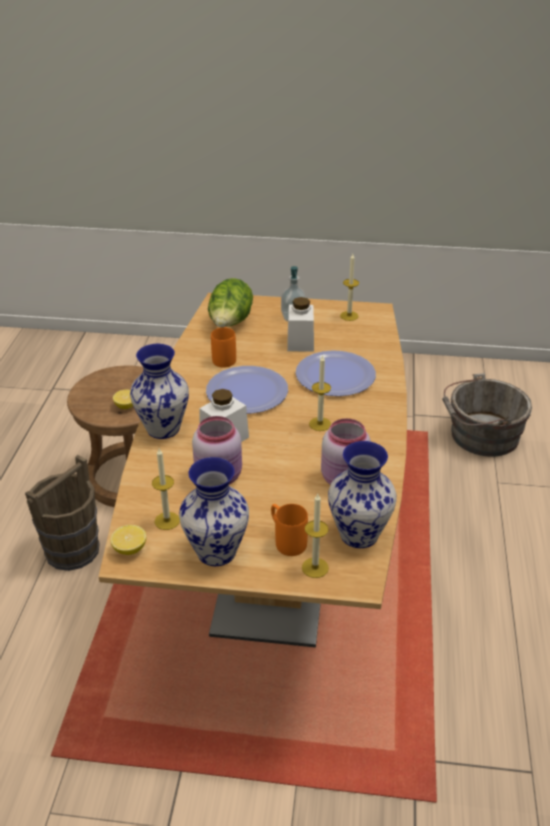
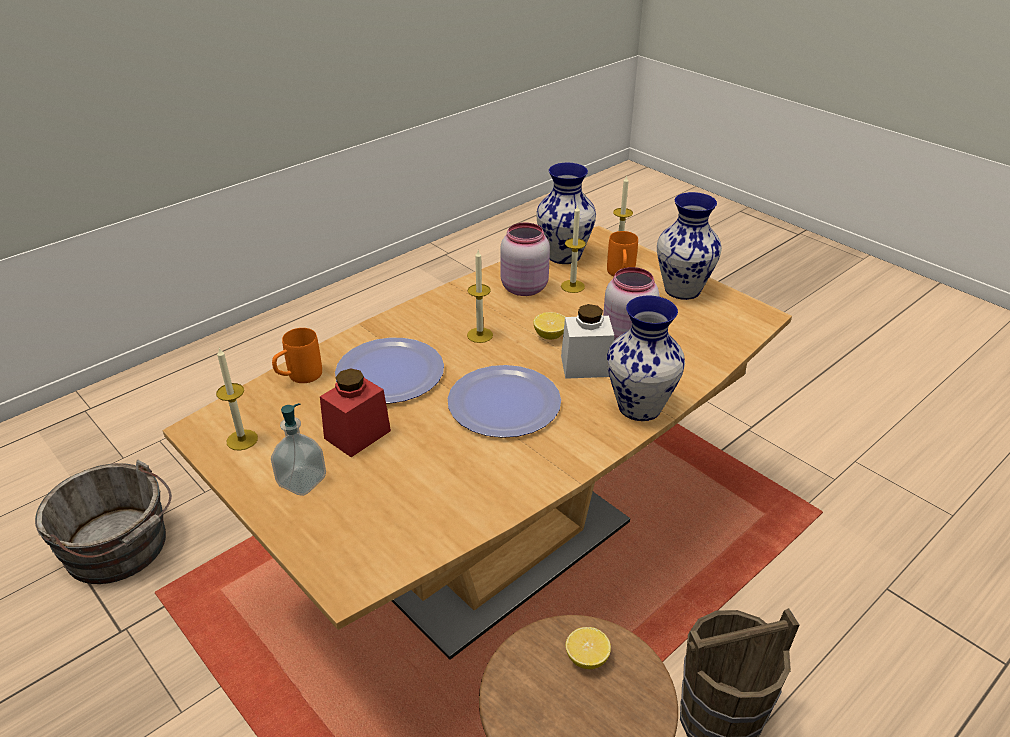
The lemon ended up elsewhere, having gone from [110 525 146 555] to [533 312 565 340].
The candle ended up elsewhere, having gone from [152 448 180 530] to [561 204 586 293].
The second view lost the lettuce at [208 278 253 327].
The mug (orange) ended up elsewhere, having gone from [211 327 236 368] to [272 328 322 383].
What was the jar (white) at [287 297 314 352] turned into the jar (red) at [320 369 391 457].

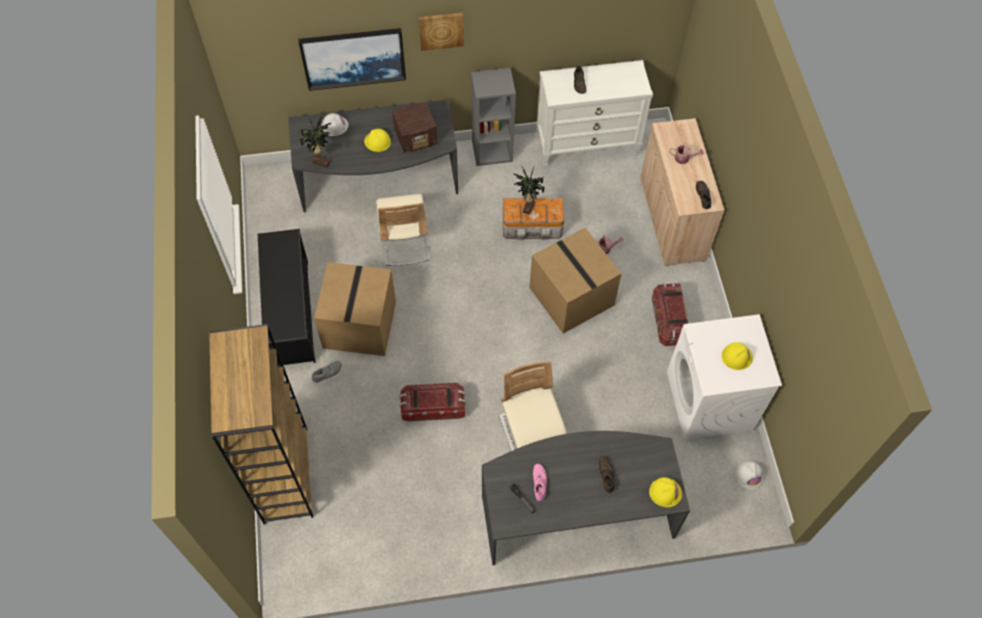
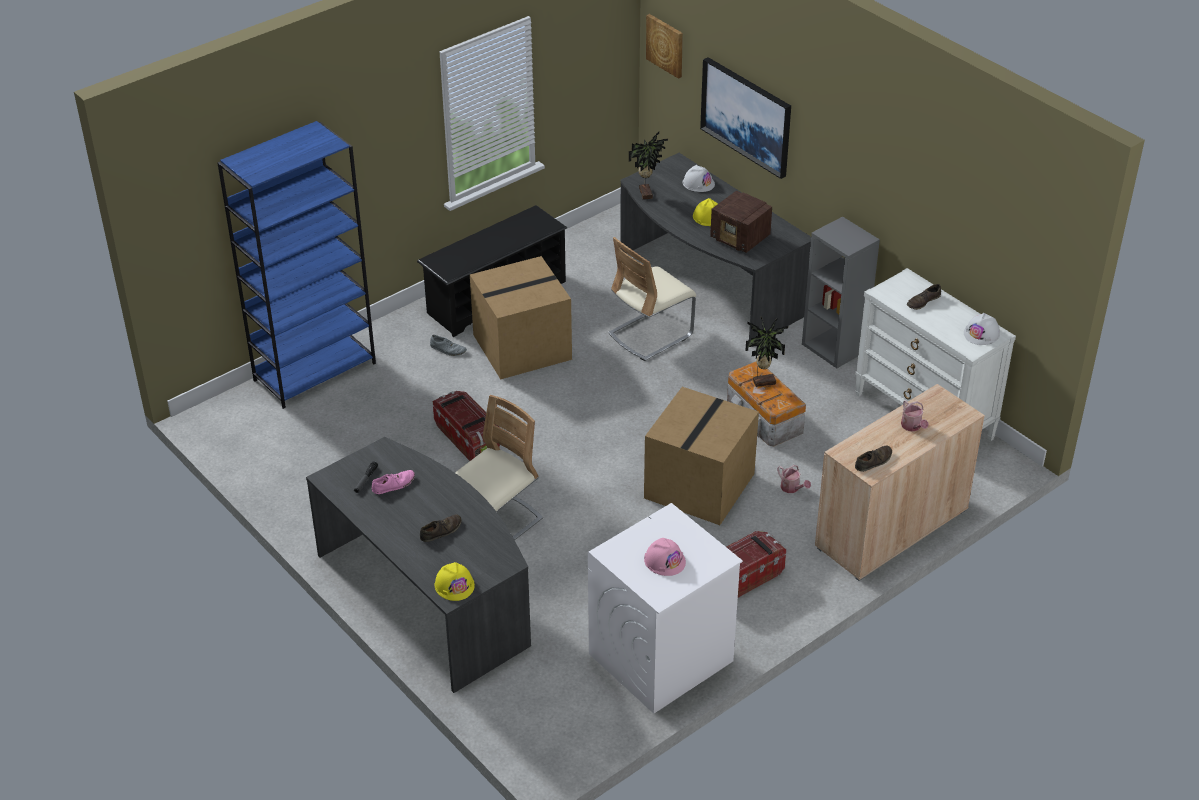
What was the bookcase (brown) at [209 324 313 525] turned into the bookcase (blue) at [218 121 376 409].
The picture ended up elsewhere, having gone from [418 13 464 51] to [646 14 683 79].
What was the hard hat (yellow) at [722 342 753 370] turned into the hard hat (pink) at [644 538 686 576].
The hard hat (white) ended up elsewhere, having gone from [736 461 764 490] to [964 313 1000 345].

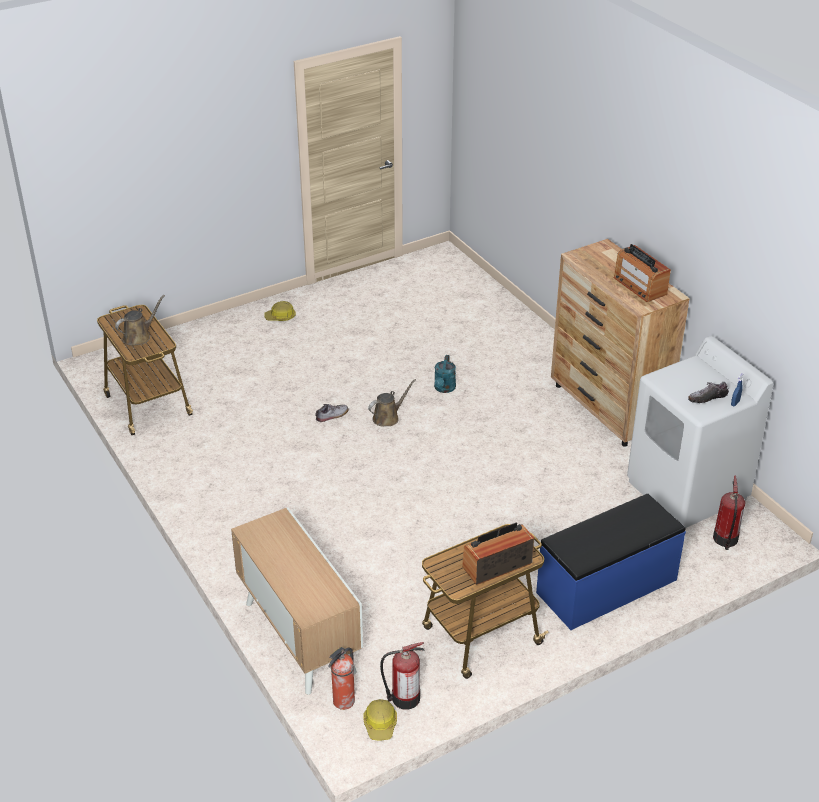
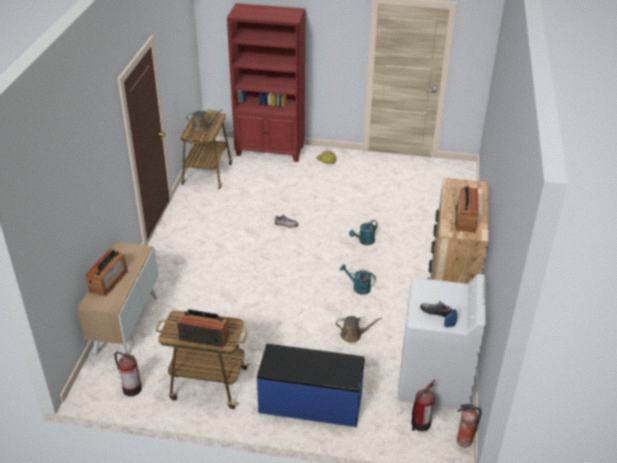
The fire extinguisher ended up elsewhere, having gone from [328 647 355 710] to [457 404 482 447].
The second view lost the hard hat at [363 699 397 741].
The watering can (brown) ended up elsewhere, having gone from [368 379 416 427] to [336 316 382 343].
The second view gained the radio at [85 249 128 296].
The second view gained the bookcase (red) at [227 3 306 162].
The second view gained the watering can (turquoise) at [340 264 376 295].

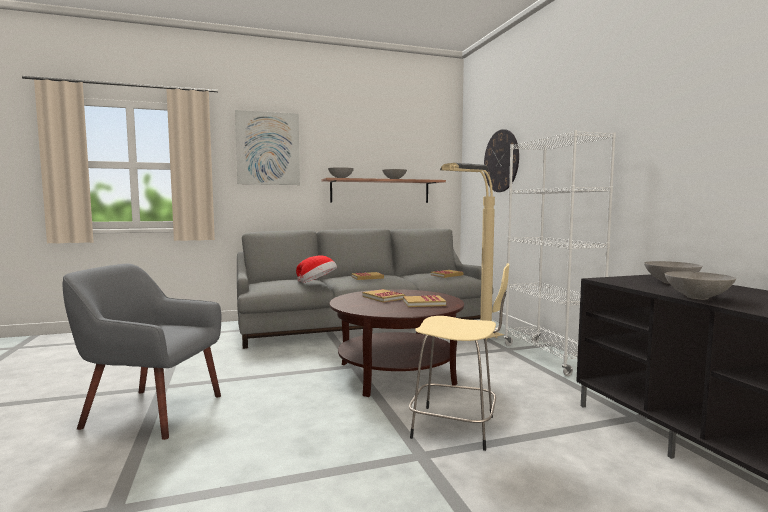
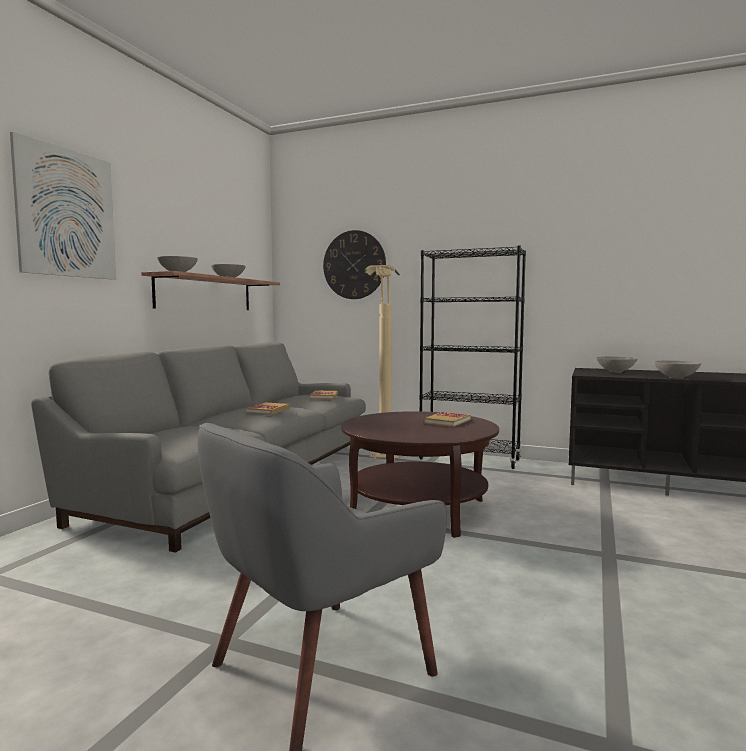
The second view lost the hat at [296 255 337 283].
The second view lost the book at [363 289 406 303].
The second view lost the stool (beige) at [409 263 509 451].
What was the bookcase (white) at [504 130 616 376] turned into the bookcase (black) at [419 246 526 469].

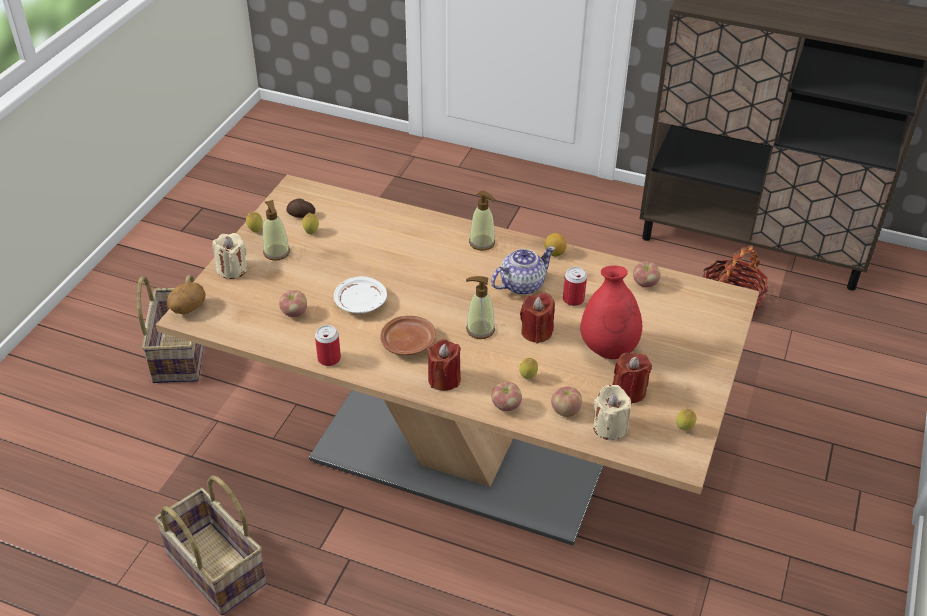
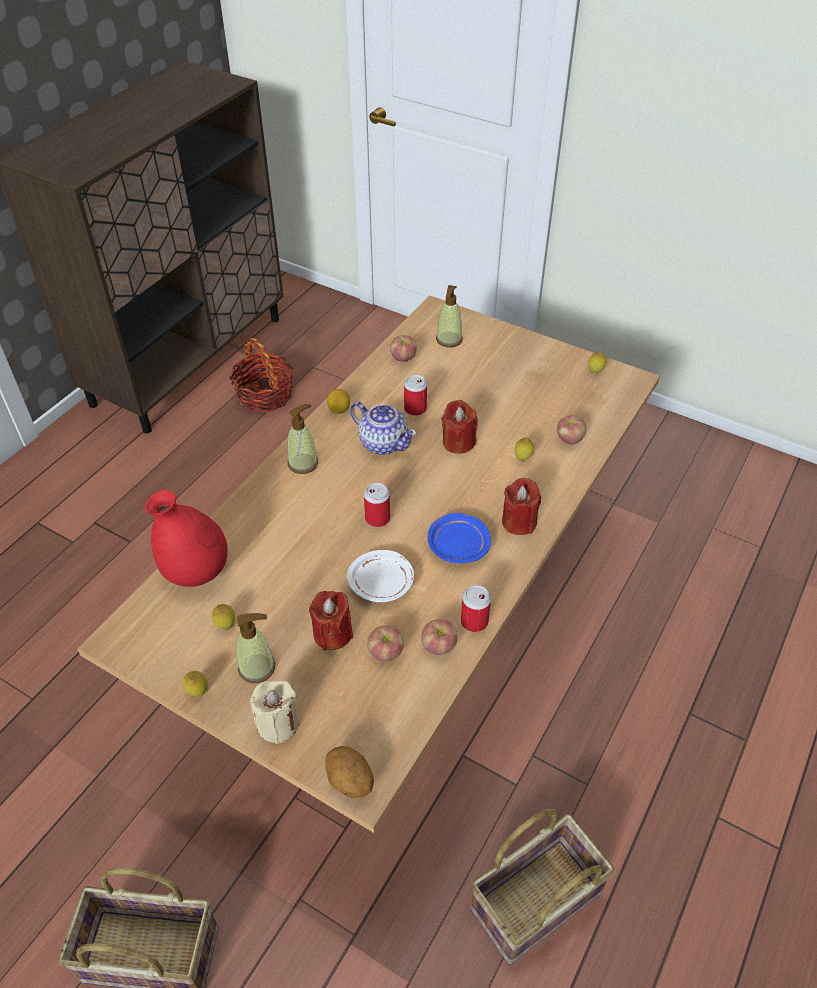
The second view lost the potato at [286 198 315 218].
What was the plate (brown) at [380 316 436 355] turned into the plate (blue) at [428 513 491 563].
The soap dispenser ended up elsewhere, having gone from [466 276 495 339] to [436 285 463 347].
The teapot at [491 246 555 295] ended up facing another way, 150 degrees clockwise from before.
The apple ended up elsewhere, having gone from [491 382 522 411] to [421 619 457 655].
The vase (red) ended up elsewhere, having gone from [580 265 642 359] to [145 490 227 587].
The second view lost the candle (beige) at [593 385 631 440].
The candle (red) ended up elsewhere, having gone from [612 352 652 404] to [309 591 353 651].
The second view gained the can at [364 483 390 527].

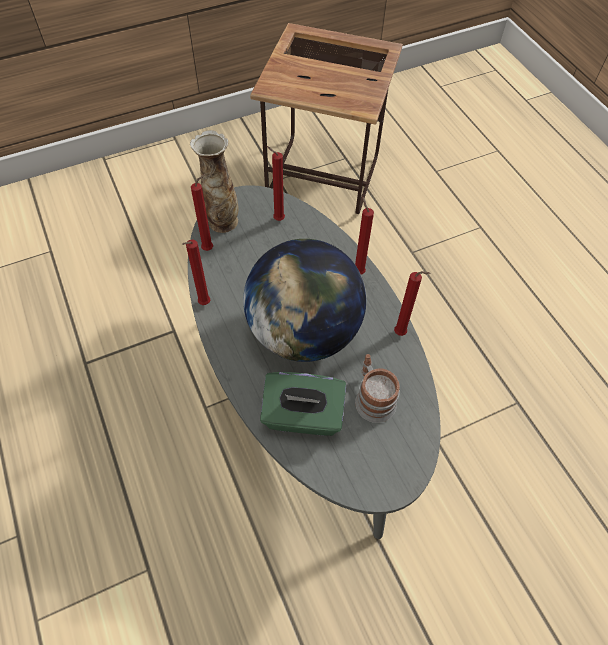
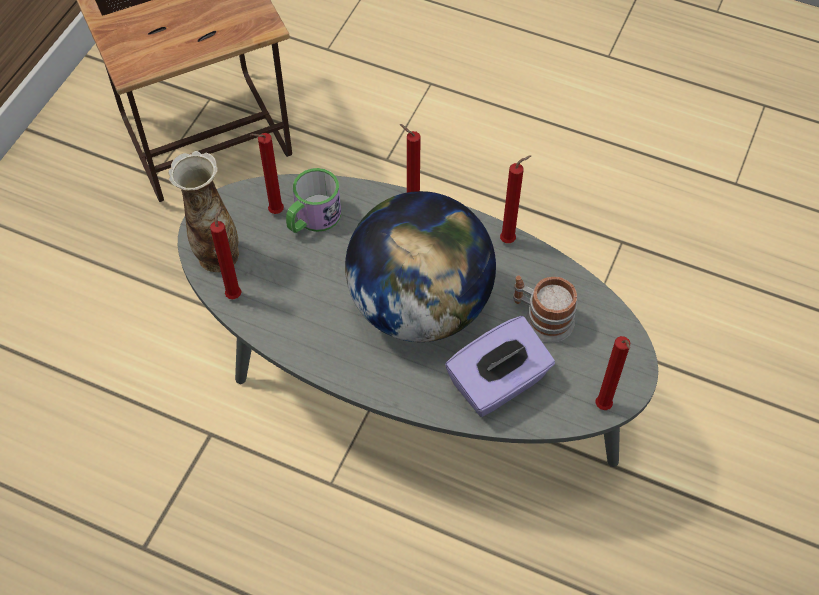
The candle (red) ended up elsewhere, having gone from [182 240 210 305] to [595 336 630 410].
What was the tissue box (green) at [260 372 346 436] turned into the tissue box (purple) at [445 316 555 417].
The second view gained the mug at [286 168 341 233].

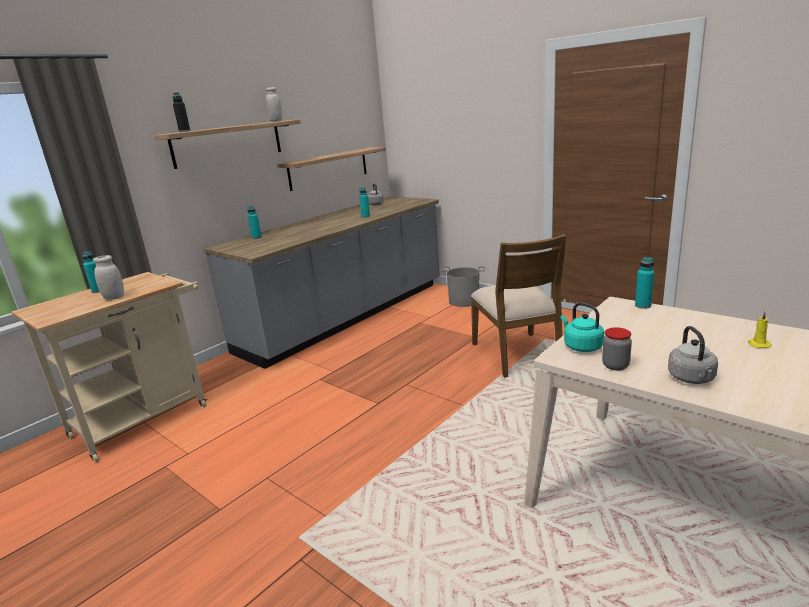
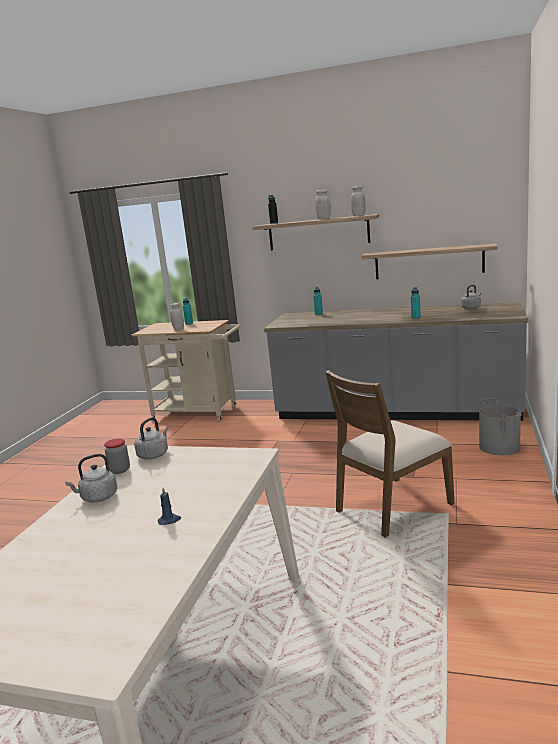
What was the kettle (turquoise) at [561 302 604 352] turned into the kettle (grey) at [134 417 169 460].
The second view lost the bottle (turquoise) at [635 257 654 309].
What was the candle (yellow) at [748 312 772 348] turned into the candle (blue) at [158 488 181 525].
The second view gained the jar (white) at [315 190 331 220].

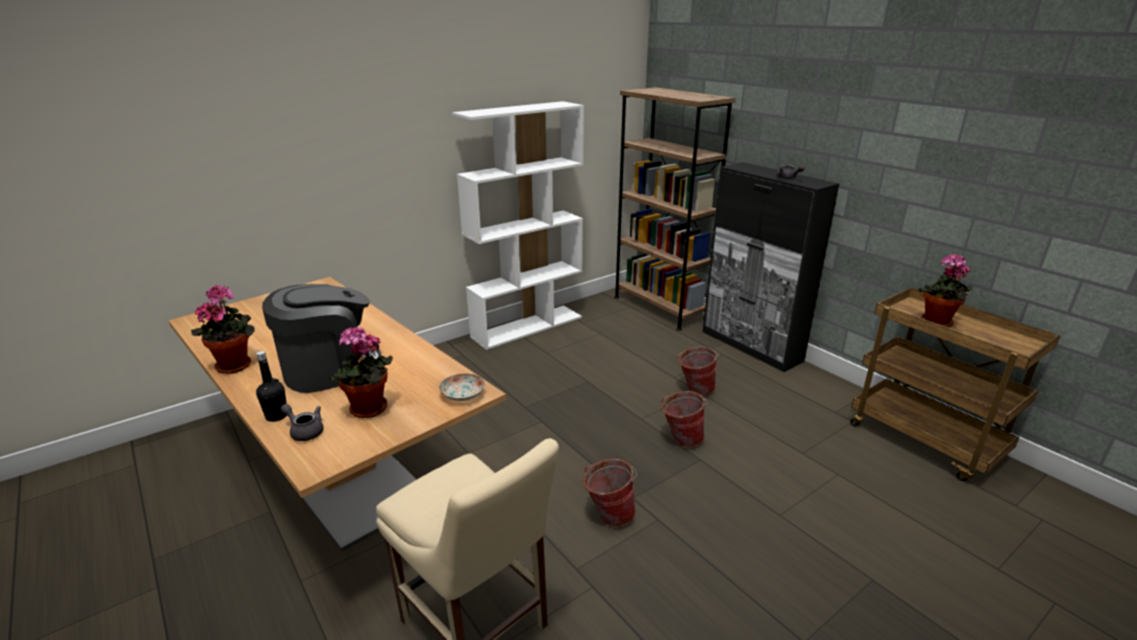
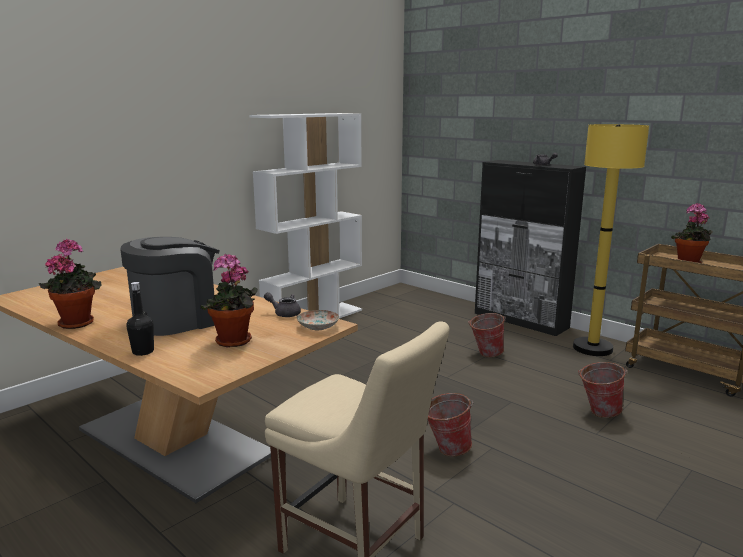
The teapot (grey) ended up elsewhere, having gone from [280 404 324 441] to [264 292 301 317].
The second view lost the bookcase (brown) at [614 87 736 331].
The bucket ended up elsewhere, having gone from [661 391 708 448] to [578 362 627 418].
The second view gained the floor lamp (yellow) at [573 124 649 356].

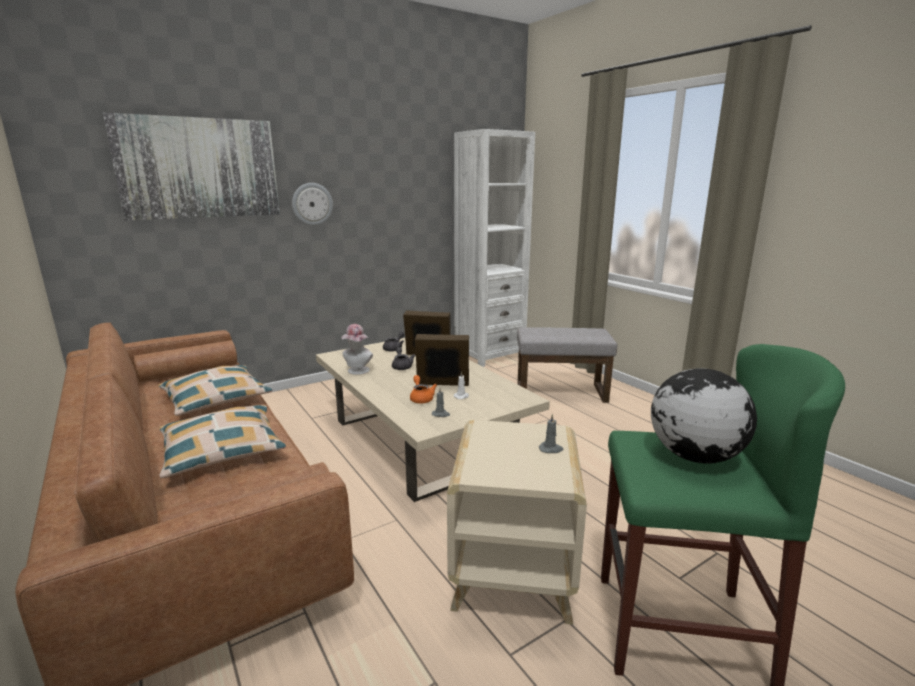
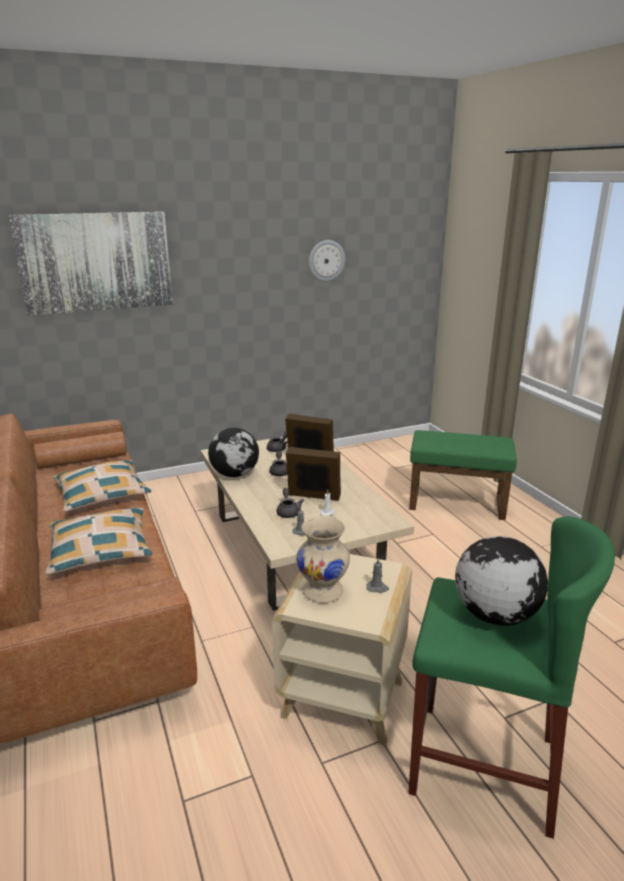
The wall clock ended up elsewhere, having gone from [292 183 333 226] to [309 240 345 282].
Where the hat stood at [342 324 373 375], the globe came to stand at [208 428 259 477].
What was the teapot (orange) at [410 375 437 403] turned into the teapot (grey) at [276 488 304 518].
The second view lost the bookcase (white) at [454 129 535 367].
What was the ottoman (grey) at [517 327 617 403] turned into the ottoman (green) at [409 430 517 520].
The second view gained the vase (beige) at [296 516 350 603].

